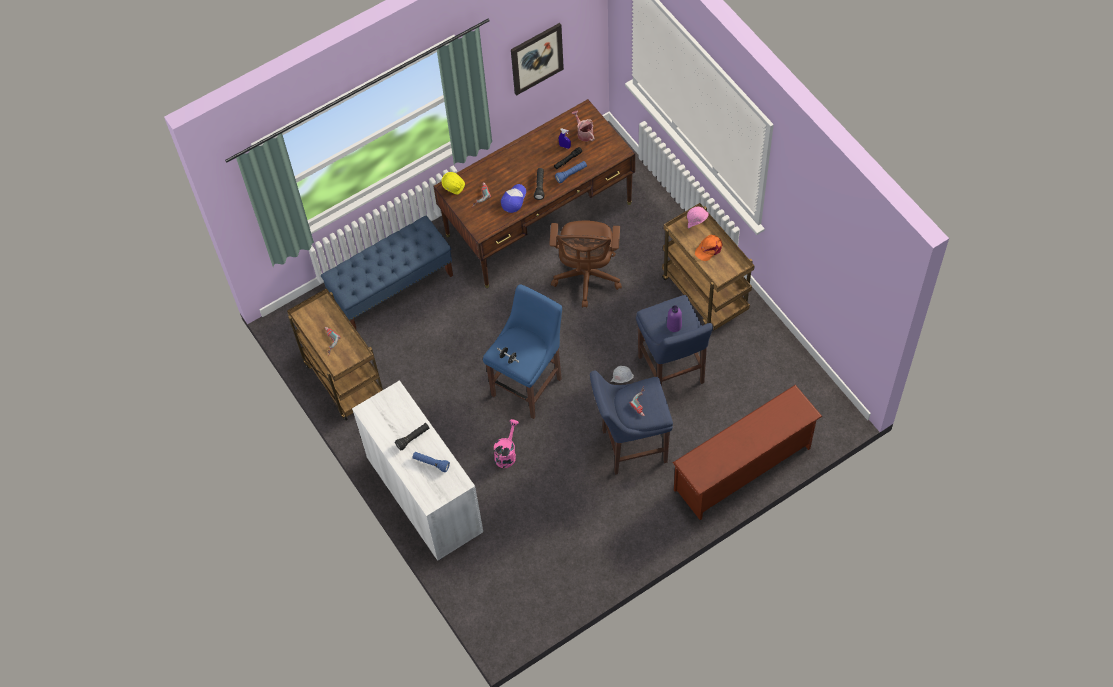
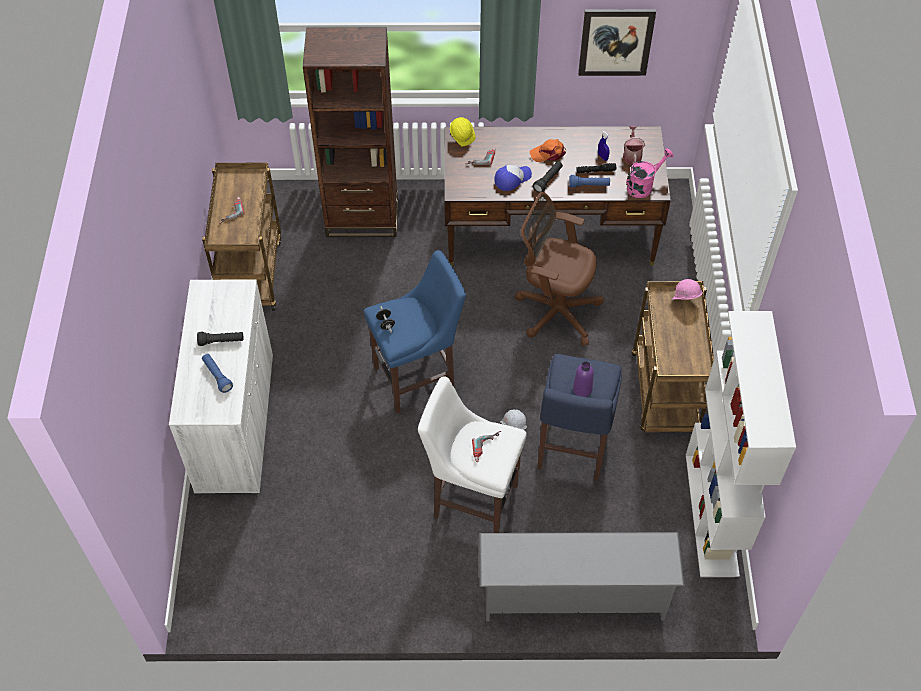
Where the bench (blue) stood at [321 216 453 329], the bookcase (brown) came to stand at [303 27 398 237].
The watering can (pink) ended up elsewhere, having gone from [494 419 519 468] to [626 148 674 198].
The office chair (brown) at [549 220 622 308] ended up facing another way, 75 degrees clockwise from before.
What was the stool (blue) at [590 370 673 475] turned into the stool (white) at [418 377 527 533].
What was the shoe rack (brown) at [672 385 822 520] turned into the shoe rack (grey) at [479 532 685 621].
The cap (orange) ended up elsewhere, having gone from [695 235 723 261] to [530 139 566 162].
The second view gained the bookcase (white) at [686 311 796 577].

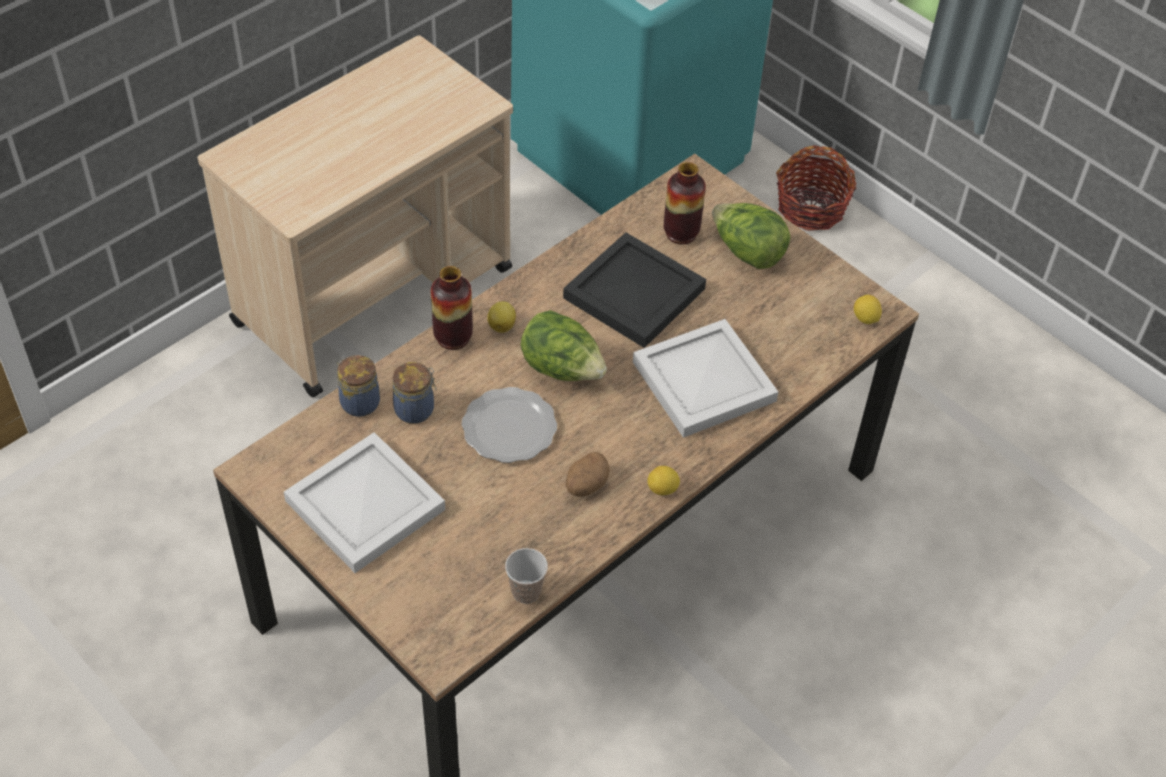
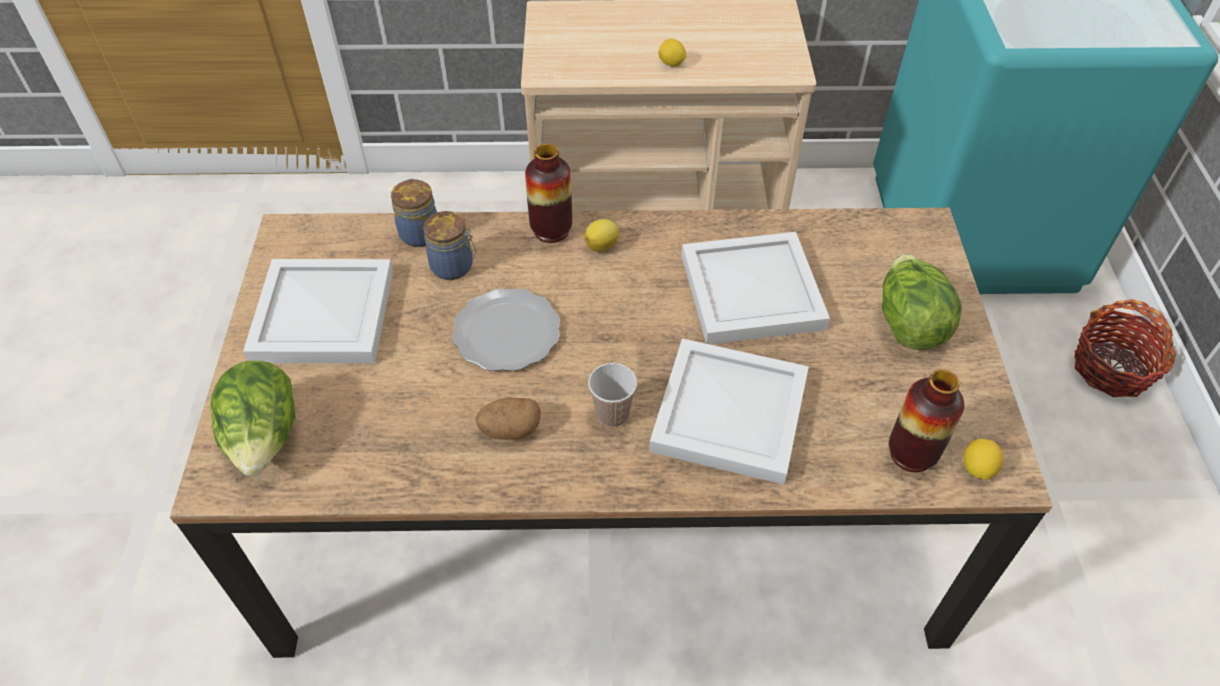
The cup ended up elsewhere, having gone from [505 548 548 604] to [588 363 637 427].
The lettuce ended up elsewhere, having gone from [520 310 607 381] to [210 360 295 476].
What was the tray (black) at [563 232 706 348] turned into the tray (white) at [682 232 830 344].
The lemon ended up elsewhere, having gone from [647 466 680 495] to [659 39 686 67].
The vase ended up elsewhere, having gone from [664 162 706 244] to [889 369 965 472].

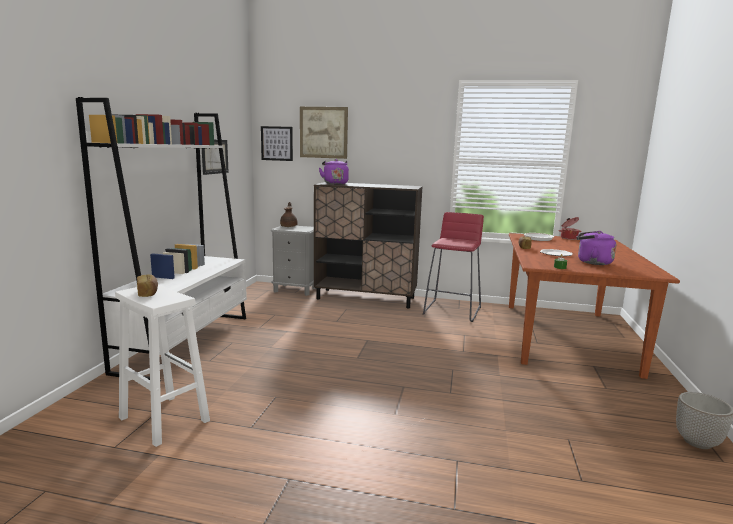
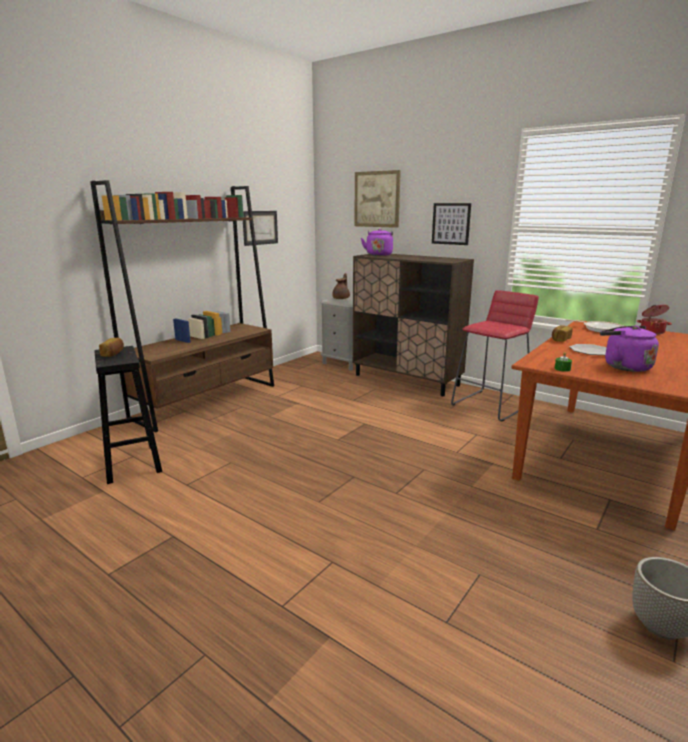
What was the bookcase (white) at [76 97 247 382] turned into the bookcase (brown) at [90 180 274 432].
What was the stool (white) at [115 284 210 447] turned into the stool (black) at [94 346 162 484].
The picture ended up elsewhere, having gone from [261 126 293 161] to [432 203 471 245].

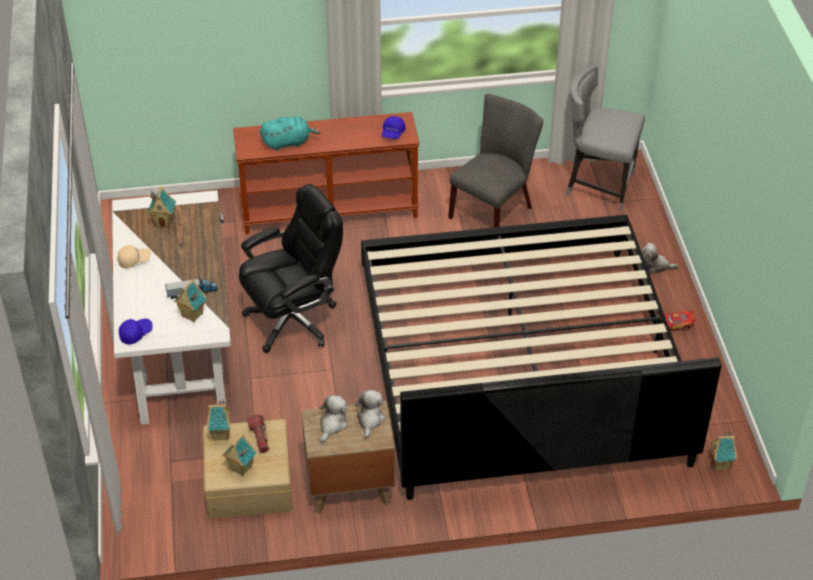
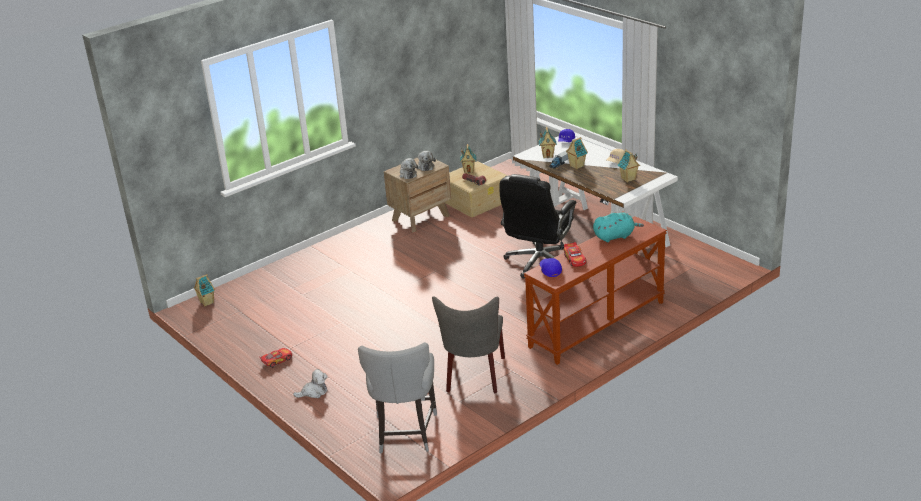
The toy house ended up elsewhere, having gone from [207 399 231 441] to [566 137 588 169].
The plush toy (turquoise) at [260 116 321 151] ended up facing another way, 150 degrees counterclockwise from before.
The second view lost the bed at [361 215 722 500].
The chair (grey) at [566 65 645 210] ended up facing another way, 105 degrees clockwise from before.
The second view gained the toy car at [564 242 586 267].

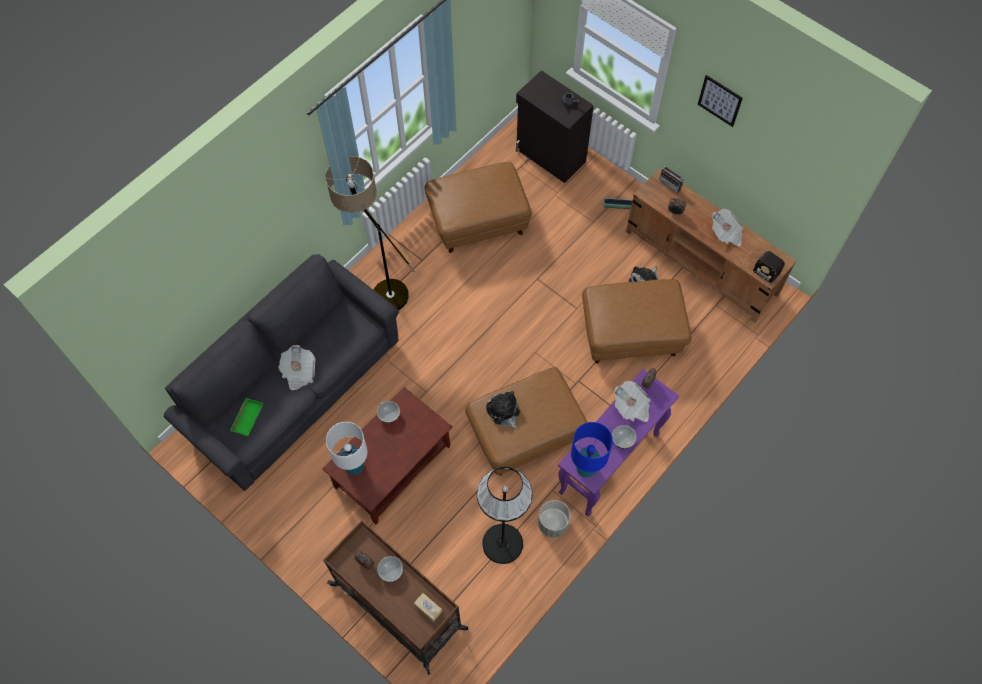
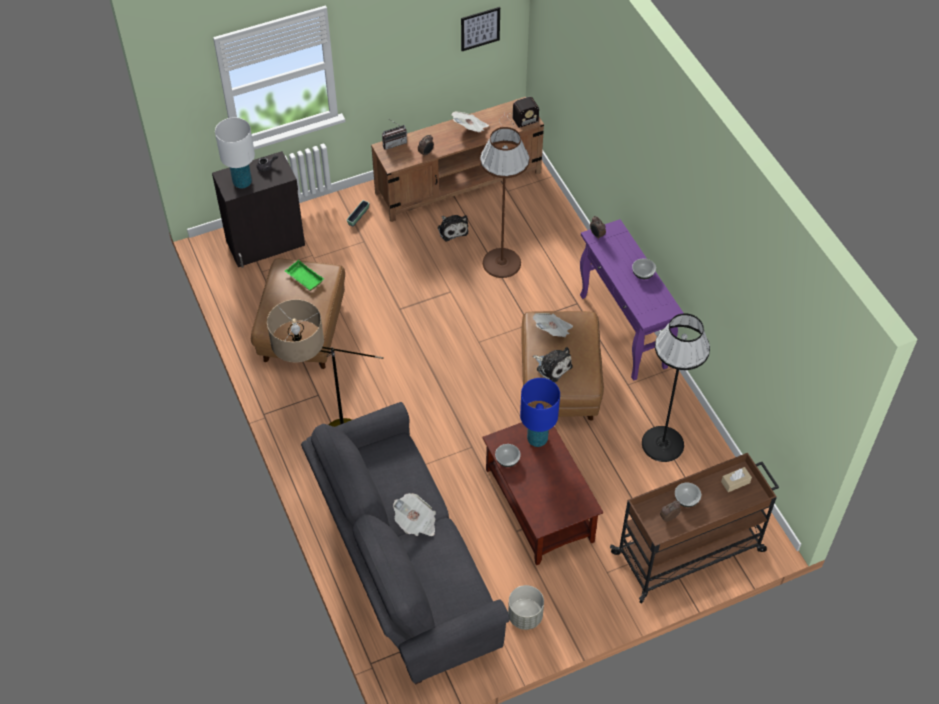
The tray (green) ended up elsewhere, having gone from [230 398 263 436] to [285 260 324 291].
The table lamp (white) ended up elsewhere, having gone from [326 422 368 475] to [215 117 255 189].
The plush toy at [486 391 520 429] ended up facing another way, 135 degrees counterclockwise from before.
The planter (grey) ended up elsewhere, having gone from [538 500 571 538] to [508 585 544 630].
The table lamp (blue) ended up elsewhere, having gone from [571 422 613 478] to [520 378 560 447].
Where the ottoman (brown) stood at [582 279 691 363], the floor lamp (brown) came to stand at [480 127 530 278].
The newspaper ended up elsewhere, having gone from [614 381 650 422] to [533 313 573 337].
The picture ended up elsewhere, having gone from [698 75 743 127] to [461 7 500 51].

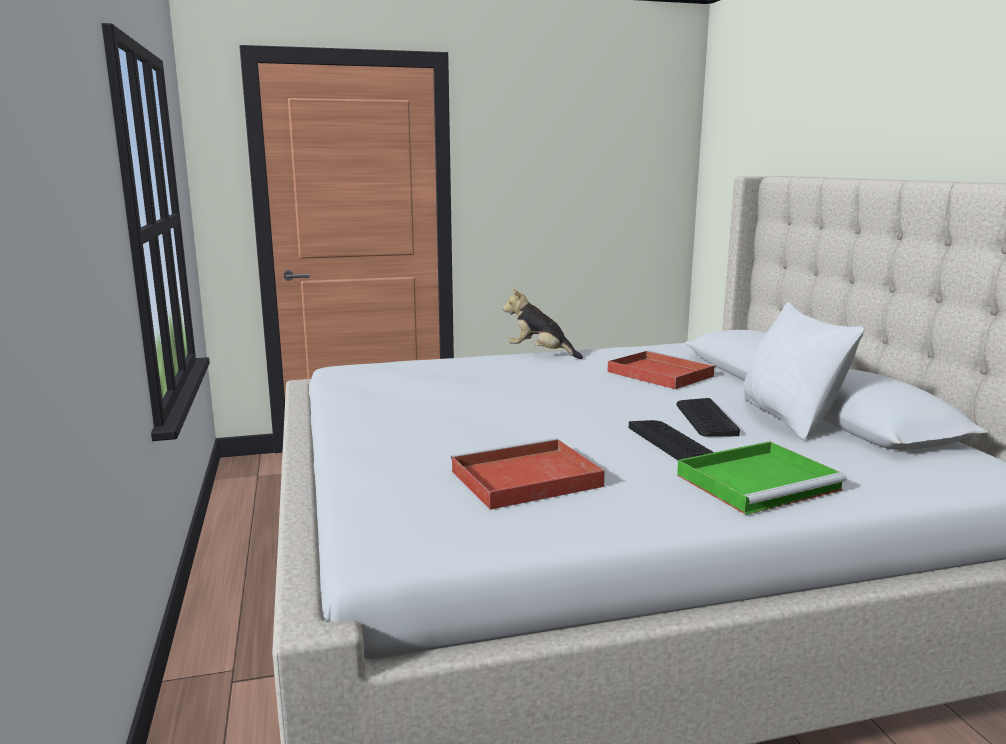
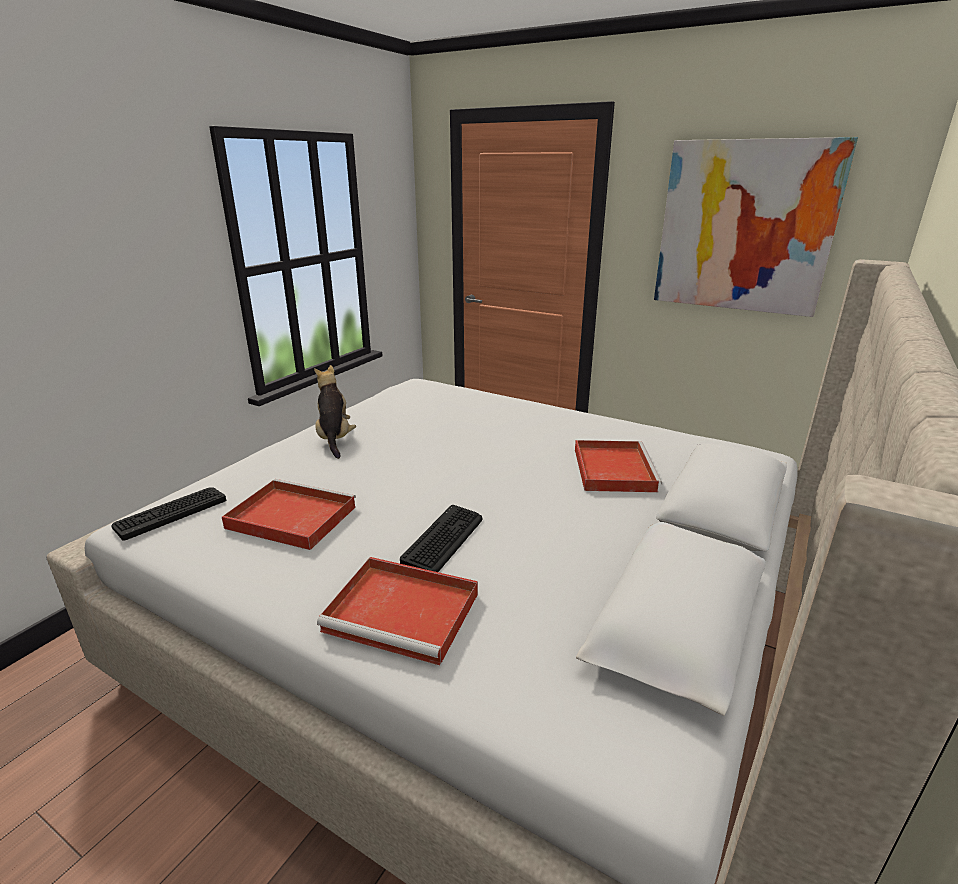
The plush toy ended up elsewhere, having gone from [503 289 583 359] to [314 365 356 459].
The keyboard ended up elsewhere, having gone from [676 398 740 437] to [111 487 226 541].
What was the tray (green) at [677 441 847 515] turned into the tray (red) at [317 557 478 665].
The second view lost the pillow (white) at [744 302 864 440].
The second view gained the picture at [654 137 858 317].

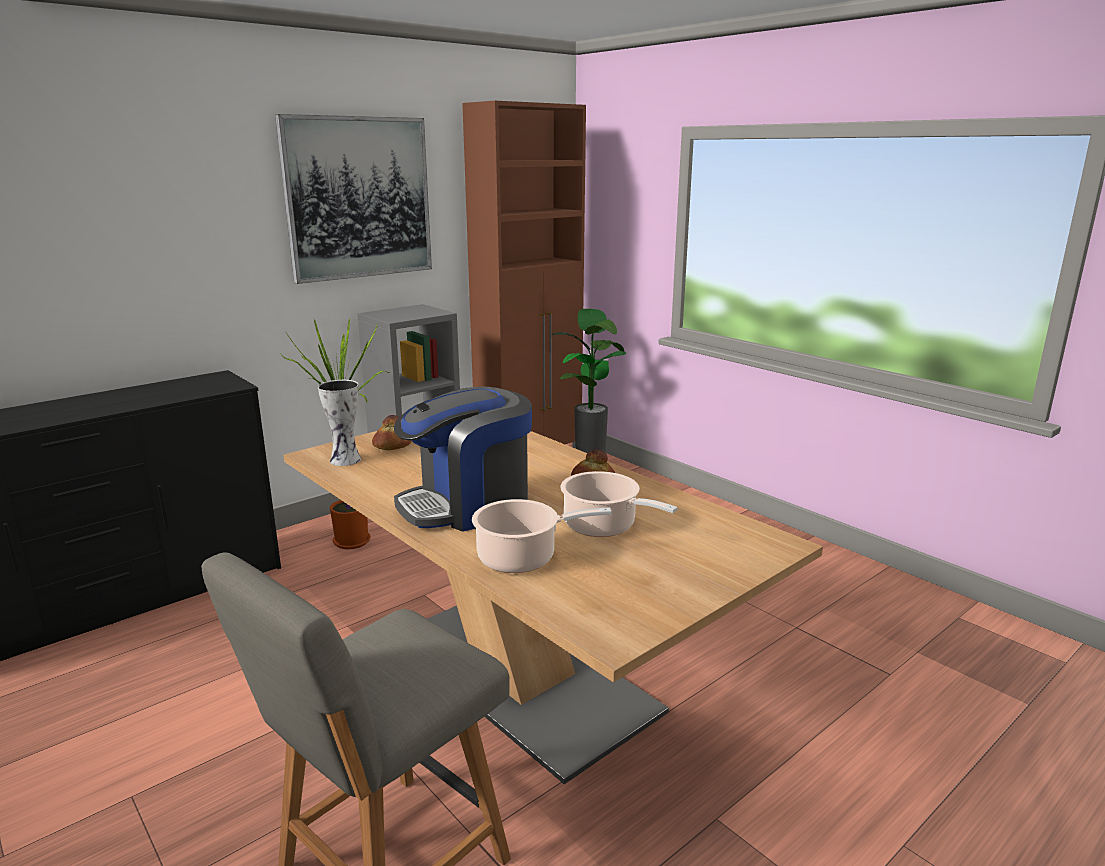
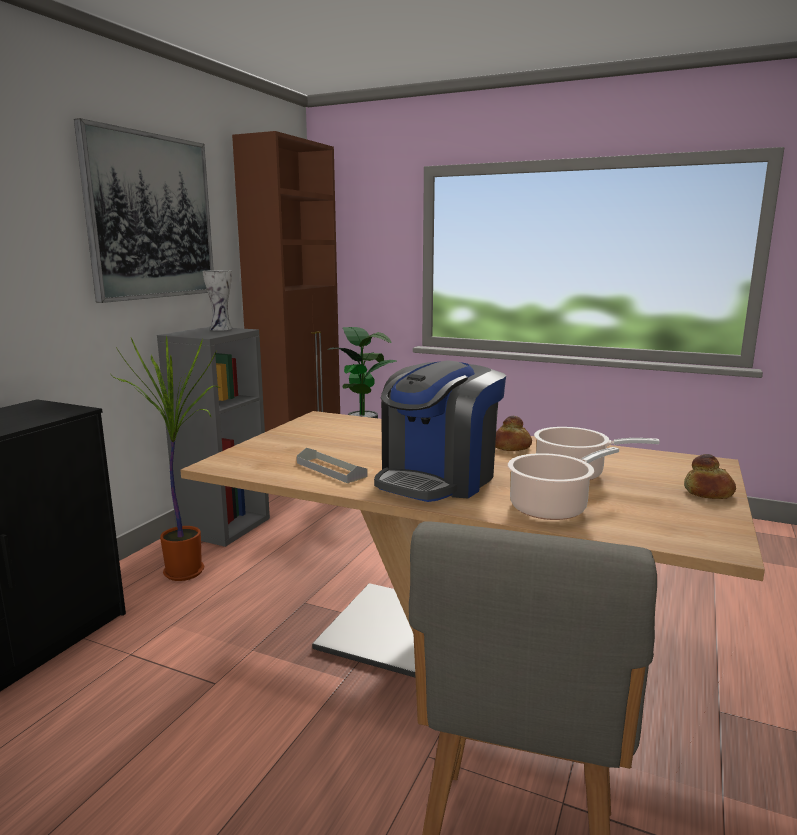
The vase ended up elsewhere, having gone from [318 380 361 466] to [202 270 233 331].
The bread ended up elsewhere, having gone from [372 415 412 450] to [684 454 736 499].
The second view gained the tray (grey) at [297 448 367 483].

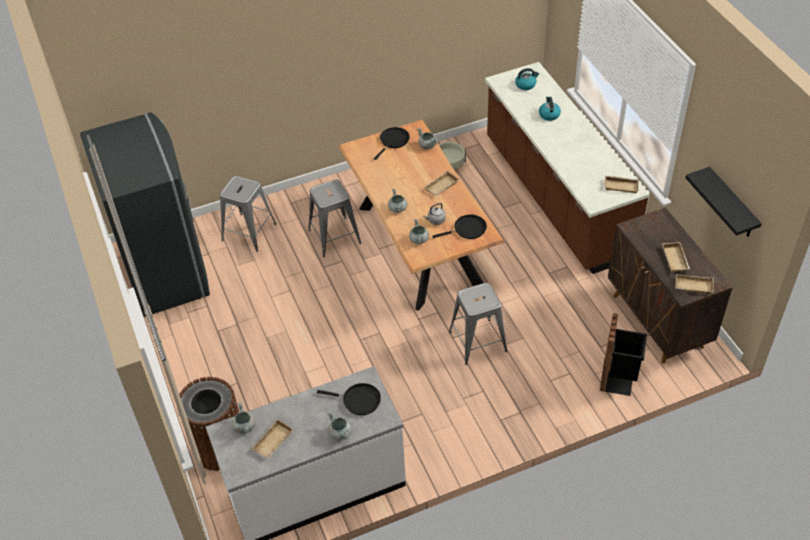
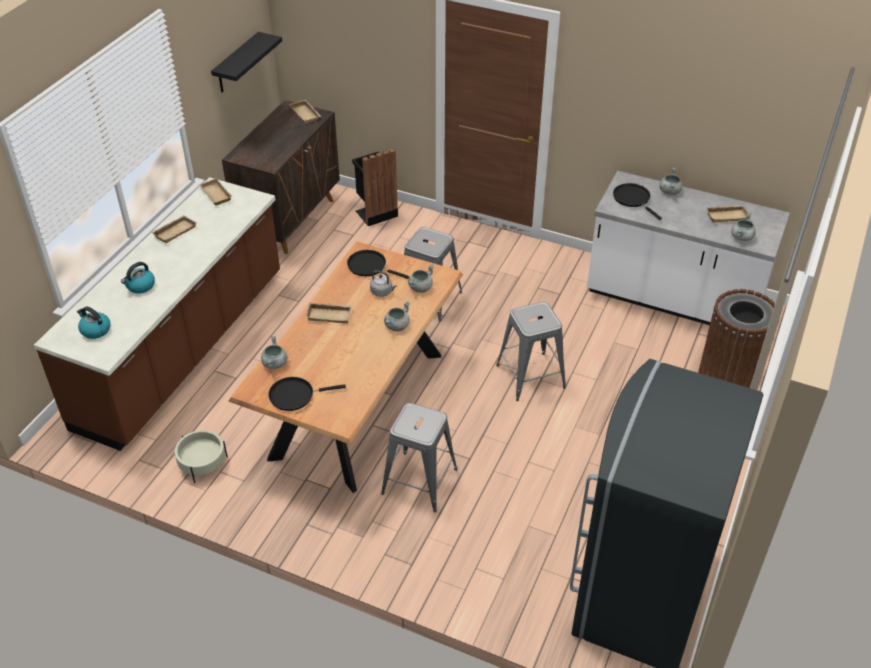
The stool (grey) ended up elsewhere, having gone from [220 176 276 252] to [496 302 566 401].
The tray (beige) ended up elsewhere, having gone from [662 242 690 273] to [151 215 197 243].

